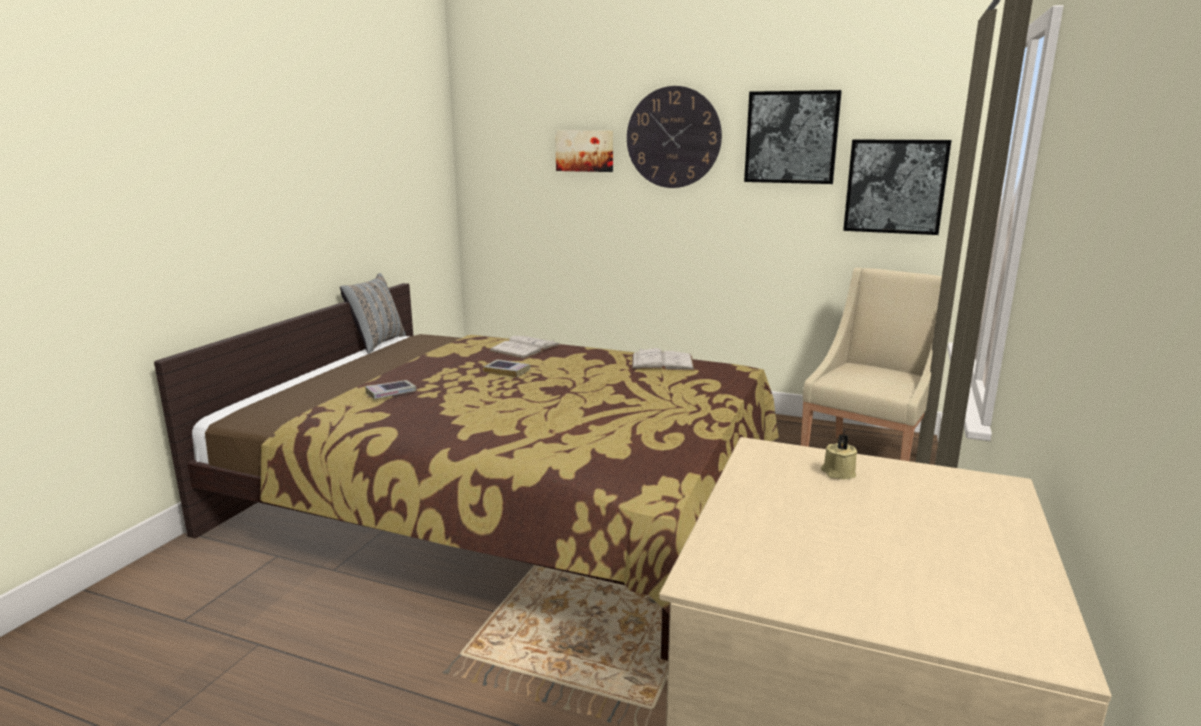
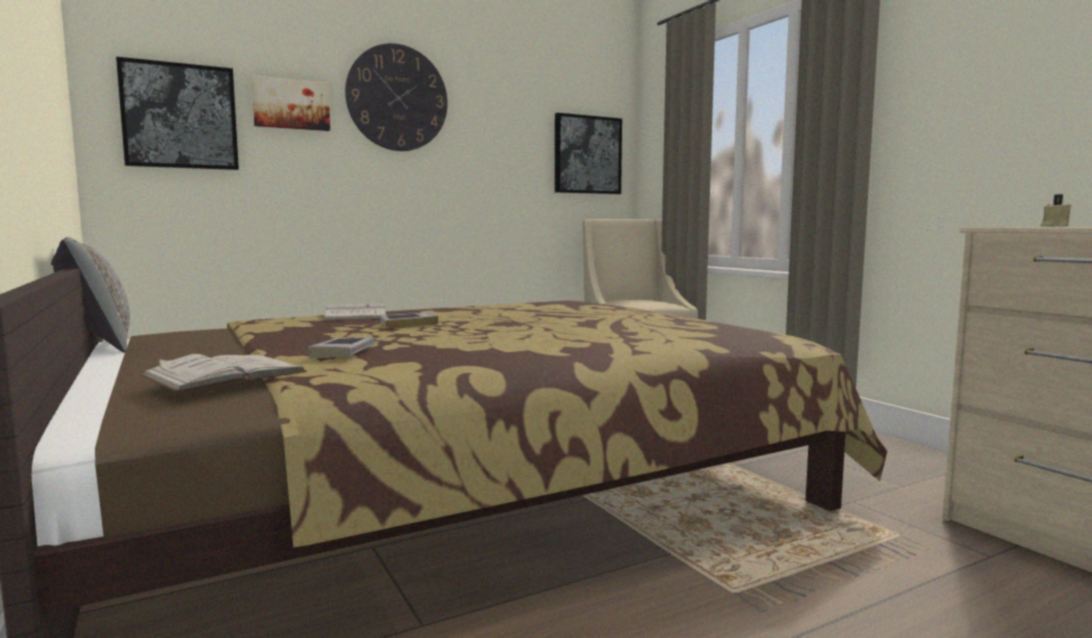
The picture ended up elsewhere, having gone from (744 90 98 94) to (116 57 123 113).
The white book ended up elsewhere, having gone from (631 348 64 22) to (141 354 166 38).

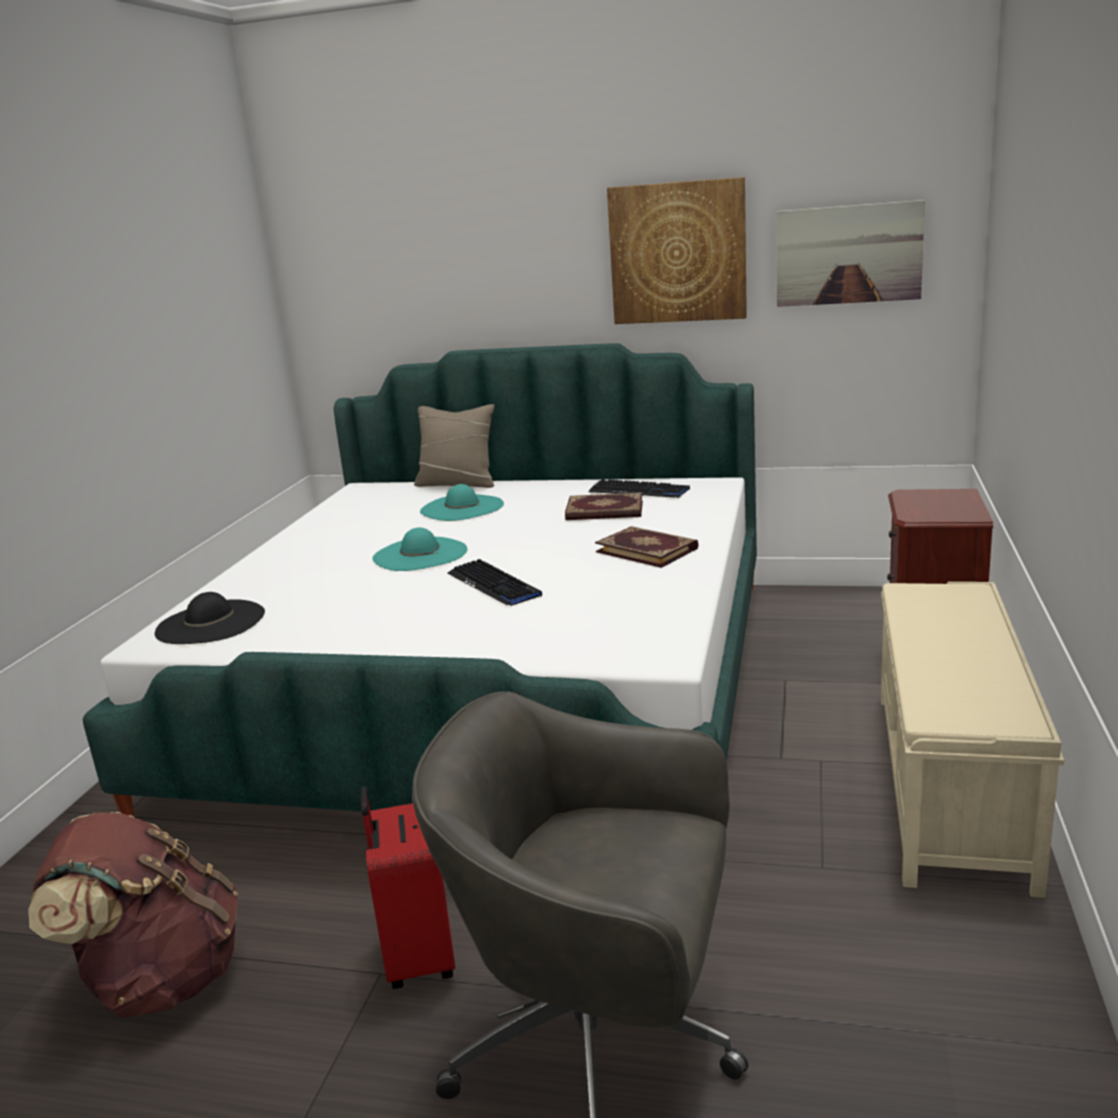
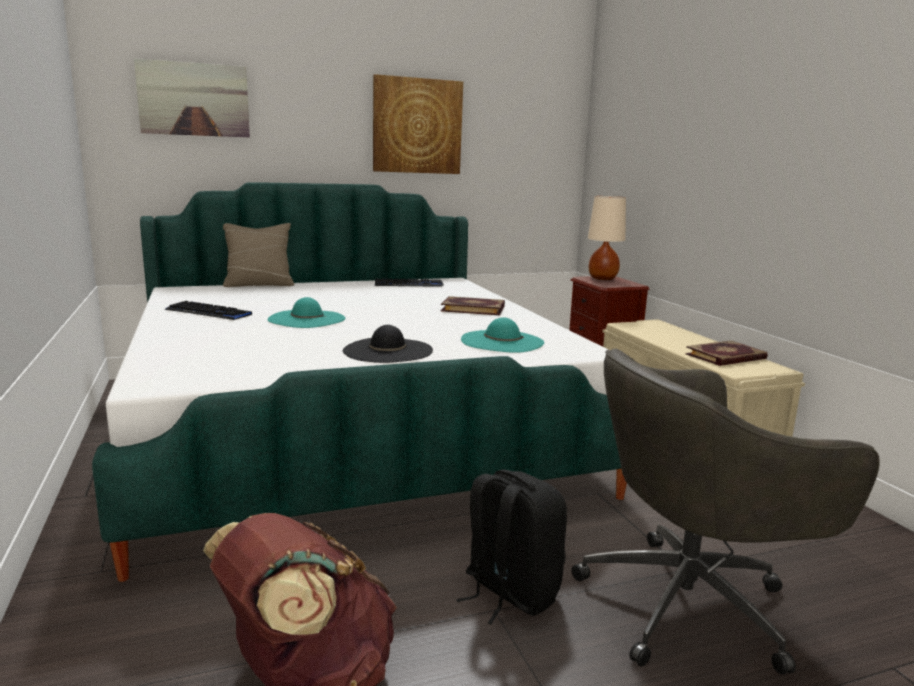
The picture ended up elsewhere, having gone from (776 200 149 107) to (134 58 116 79).
The keyboard ended up elsewhere, having gone from (447 559 95 47) to (164 301 88 19).
The black hat ended up elsewhere, having gone from (155 592 110 52) to (343 325 90 38).
Where the red suitcase stood at (361 786 94 203), the black backpack came to stand at (456 469 111 155).
The turquoise hat ended up elsewhere, having gone from (420 484 84 37) to (461 318 83 35).
The second view gained the beige table lamp at (588 196 38 84).
The book ended up elsewhere, having gone from (565 492 78 28) to (685 340 83 26).

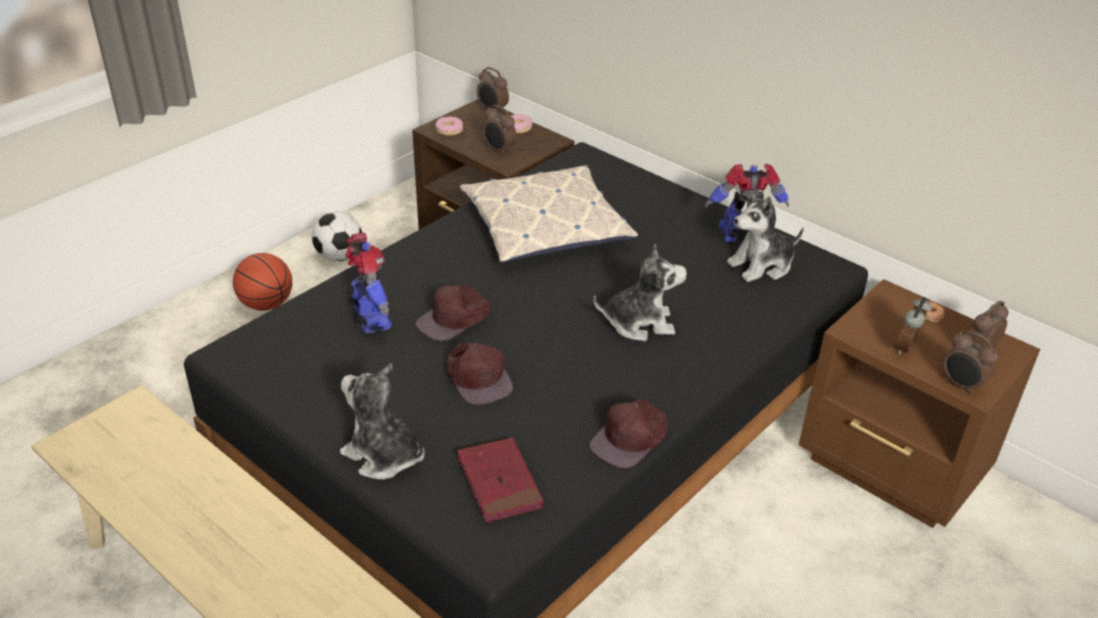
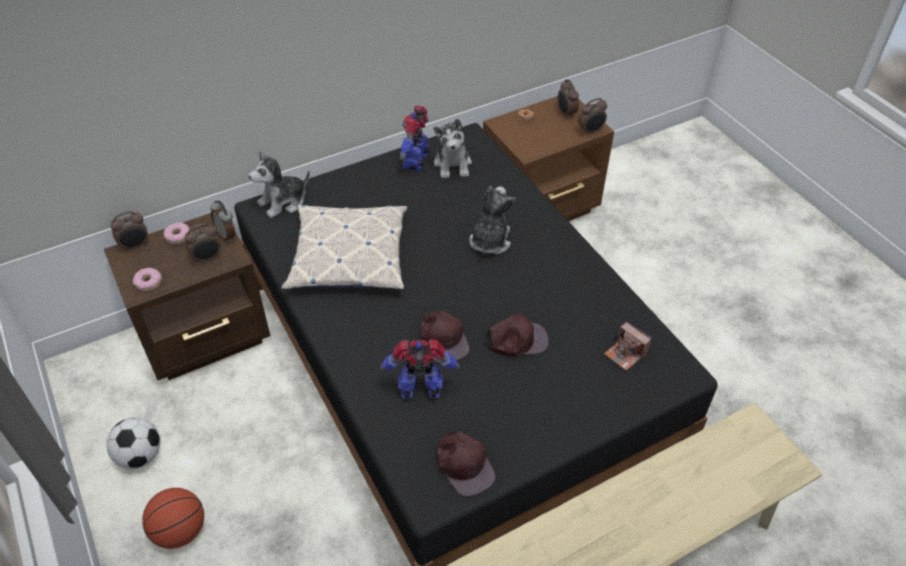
The alarm clock ended up elsewhere, having gone from (895 297 37 58) to (210 200 25 42).
The plush toy ended up elsewhere, having gone from (340 363 85 116) to (249 151 61 67).
The brown cap ended up elsewhere, having gone from (589 398 79 70) to (437 431 59 66).
Where the red book stood at (457 438 87 85), the photo camera came to stand at (604 322 48 49).

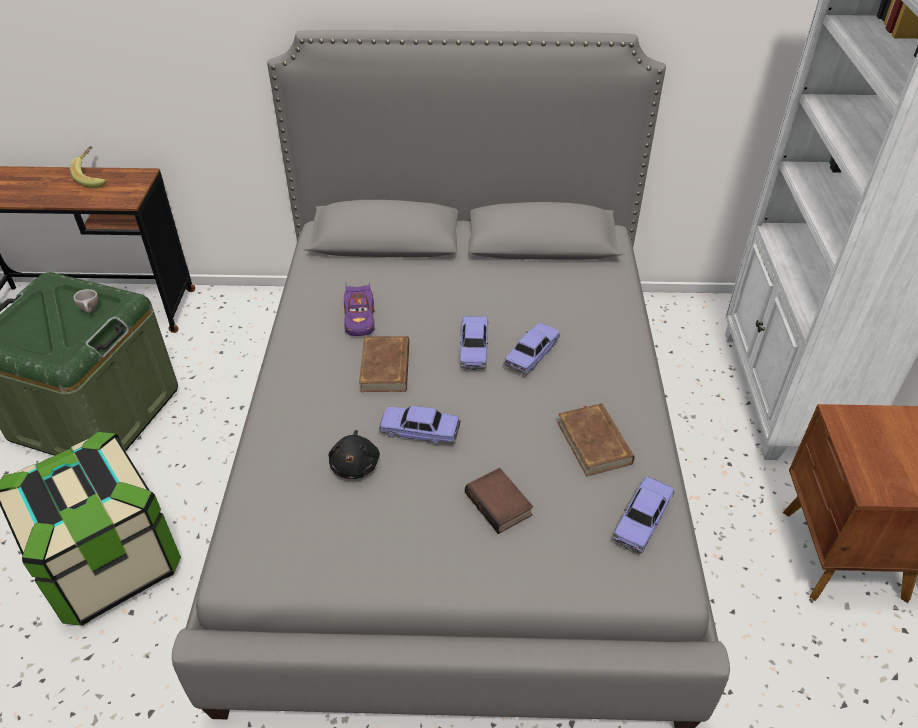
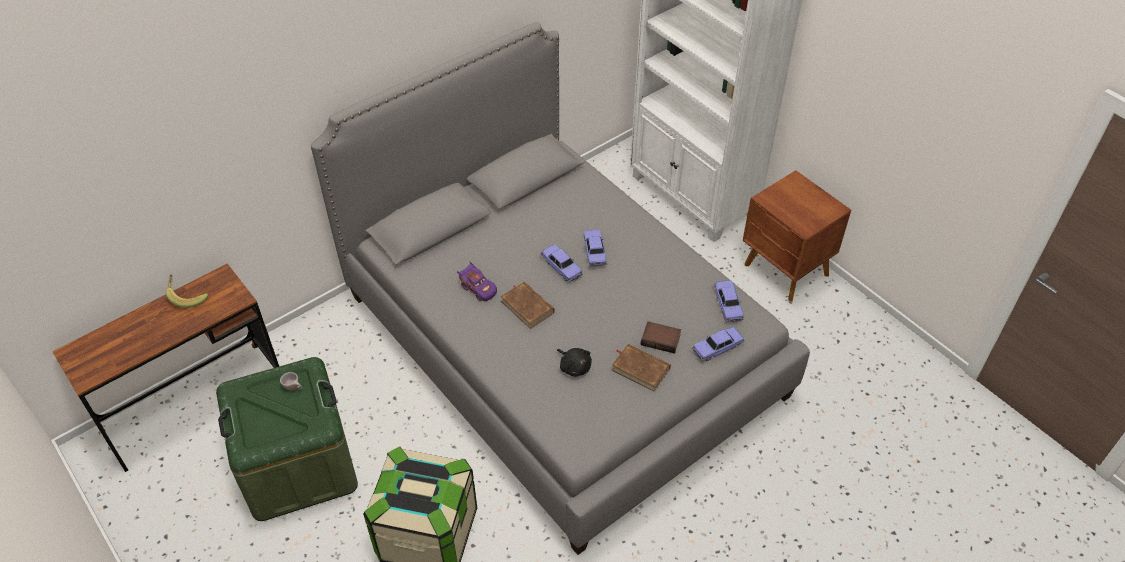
The brown book ended up elsewhere, having gone from (557 403 78 74) to (612 344 59 48).
The toy car ended up elsewhere, having gone from (379 406 82 39) to (692 327 53 34).

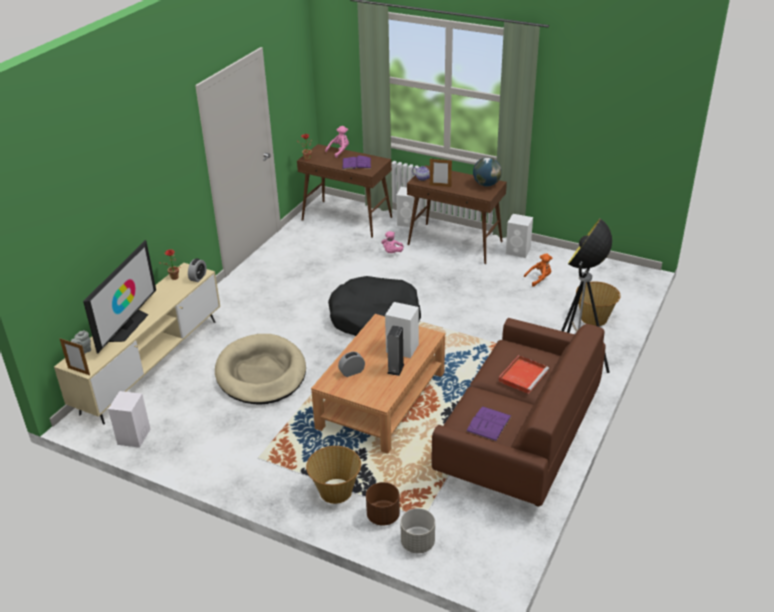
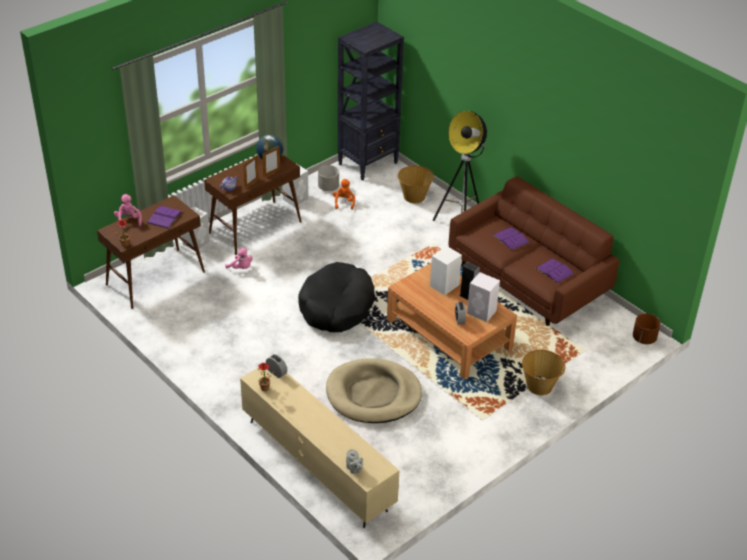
The picture frame ended up elsewhere, having gone from (59 338 31 37) to (262 146 18 31).
The grey planter ended up elsewhere, having gone from (400 508 35 45) to (318 165 21 26).
The second view gained the black bookcase at (338 22 66 159).
The white speaker ended up elsewhere, having gone from (108 391 42 57) to (467 272 33 50).
Where the red tray stood at (498 355 51 39), the purple book came to stand at (493 227 37 24).
The brown planter ended up elsewhere, having gone from (366 482 34 44) to (633 314 28 30).
The second view lost the television at (83 240 73 114).

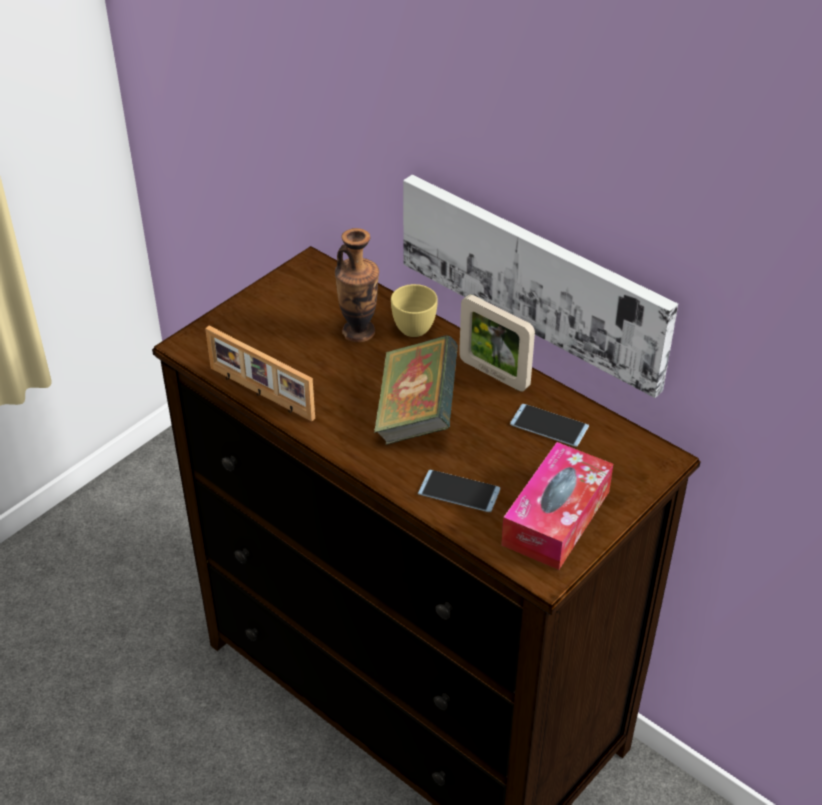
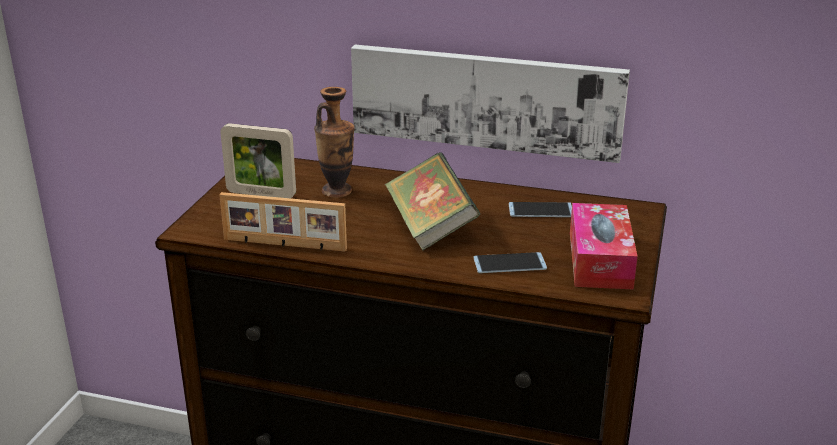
The picture frame ended up elsewhere, having gone from (459 294 76 98) to (220 123 76 75).
The second view lost the yellow cup at (391 284 47 53).

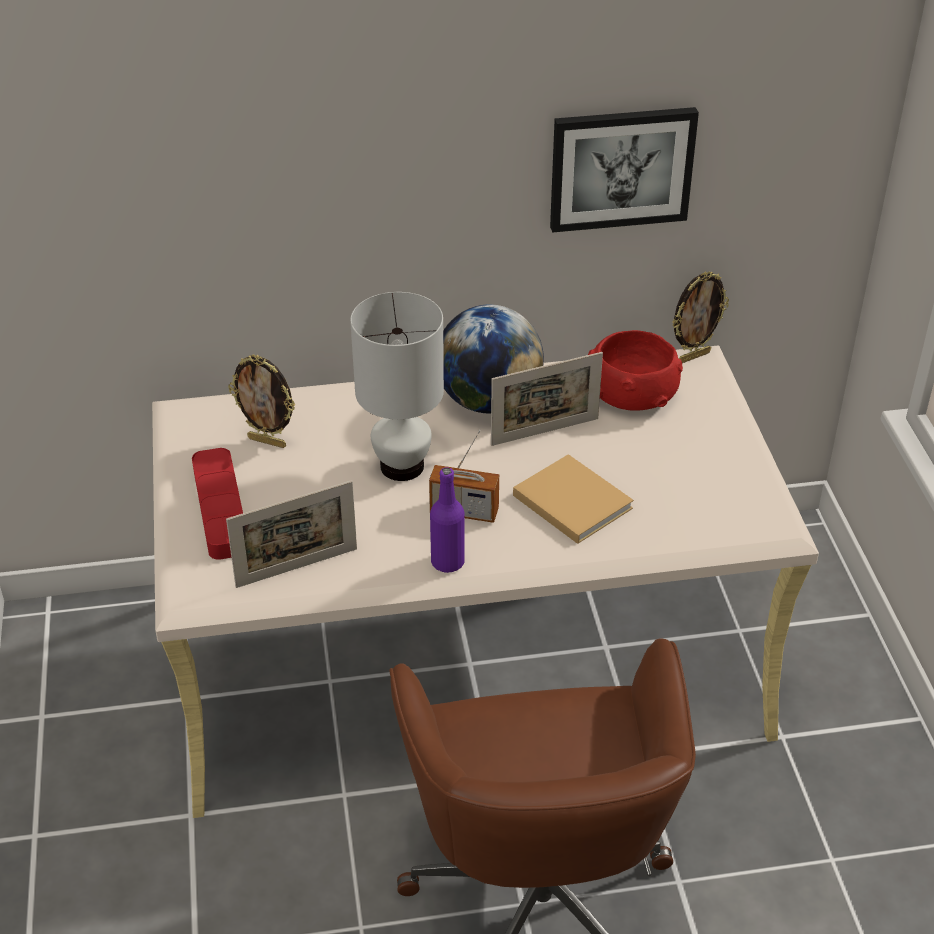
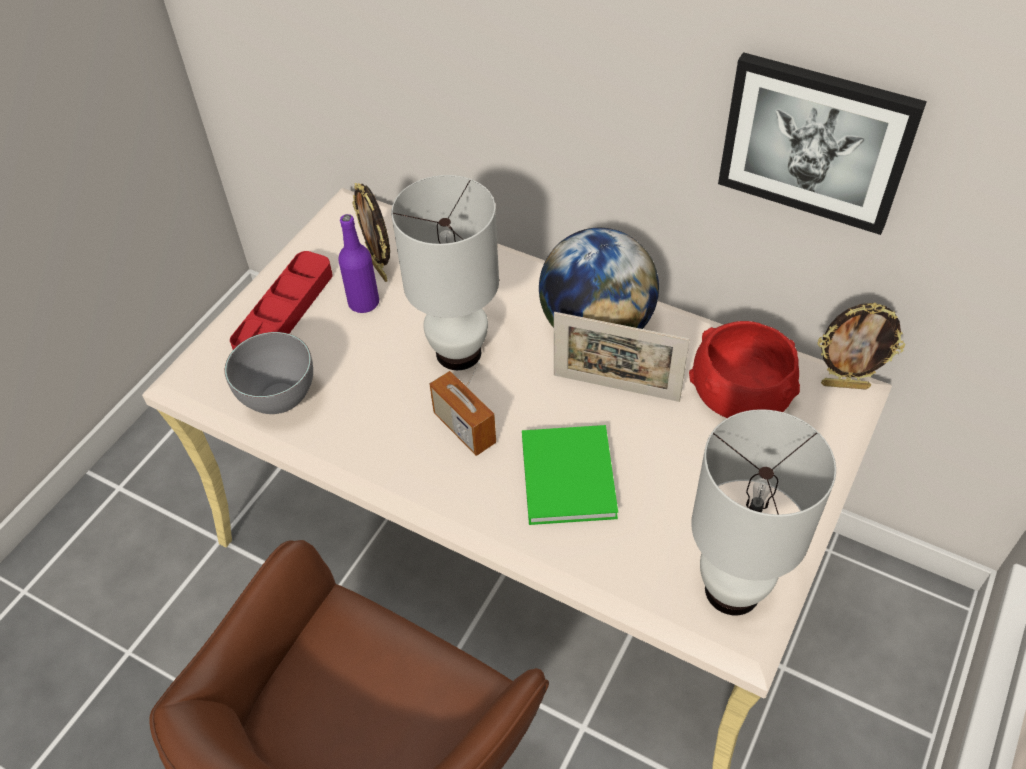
Where the picture frame stood at (226 480 131 108), the grey bowl came to stand at (225 332 88 82).
The purple bottle ended up elsewhere, having gone from (430 467 35 106) to (338 214 41 99).
What was the beige book at (513 454 121 90) turned into the green book at (522 425 96 100).
The second view gained the white table lamp at (691 409 145 206).

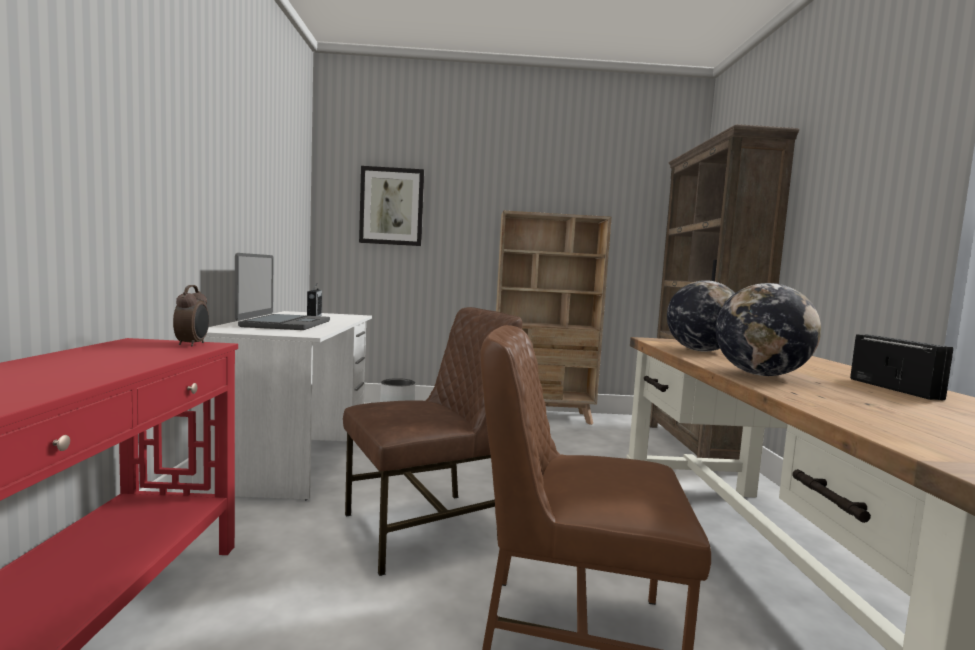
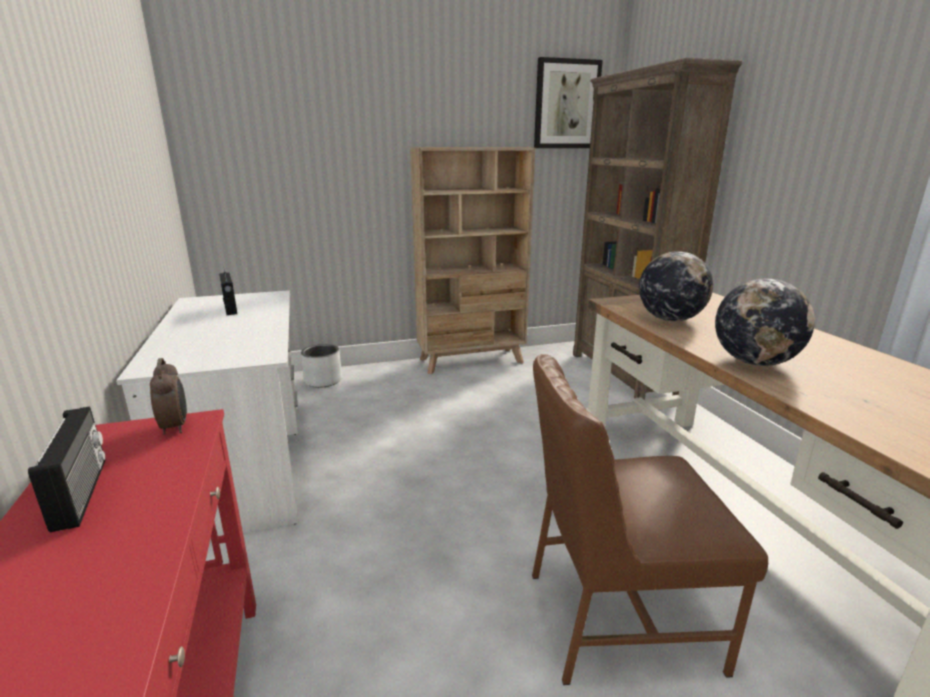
The radio ended up elsewhere, having gone from (850 334 103 66) to (28 407 77 126).
The picture ended up elsewhere, having gone from (359 166 65 80) to (534 57 69 91).
The second view lost the laptop at (235 253 95 77).
The second view lost the brown chair at (343 307 179 269).

